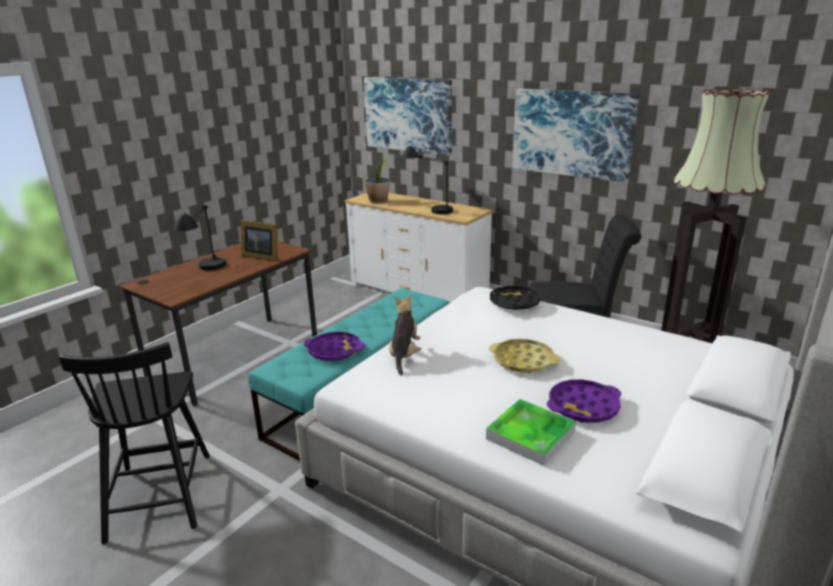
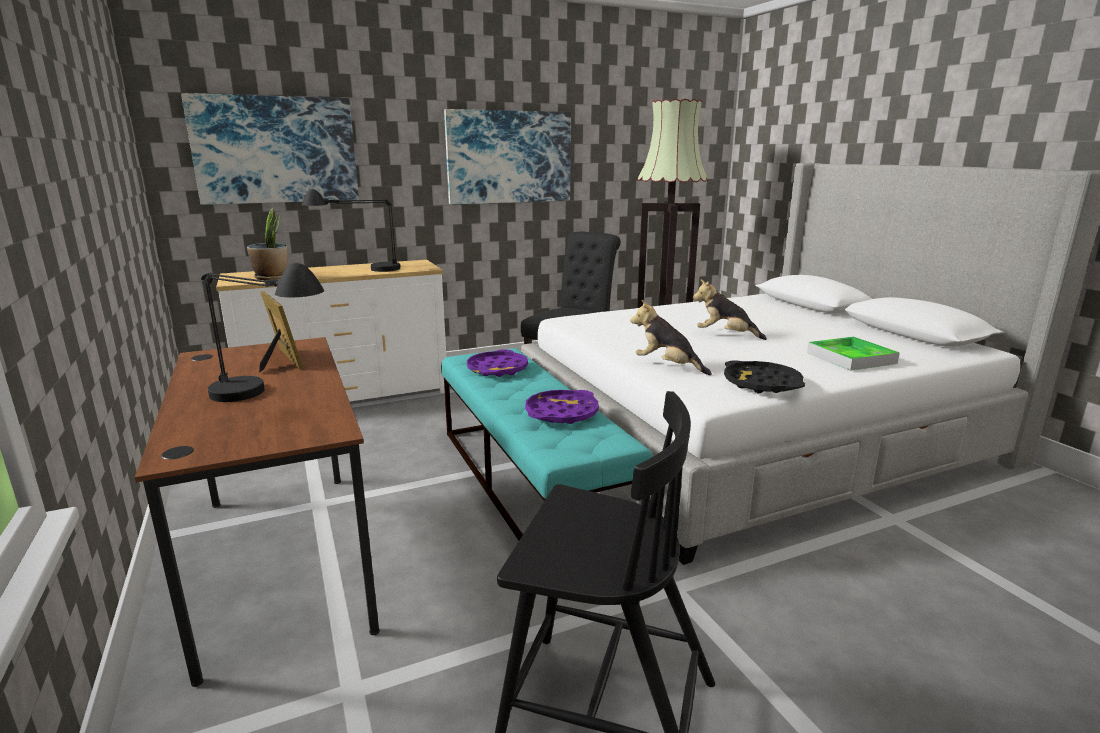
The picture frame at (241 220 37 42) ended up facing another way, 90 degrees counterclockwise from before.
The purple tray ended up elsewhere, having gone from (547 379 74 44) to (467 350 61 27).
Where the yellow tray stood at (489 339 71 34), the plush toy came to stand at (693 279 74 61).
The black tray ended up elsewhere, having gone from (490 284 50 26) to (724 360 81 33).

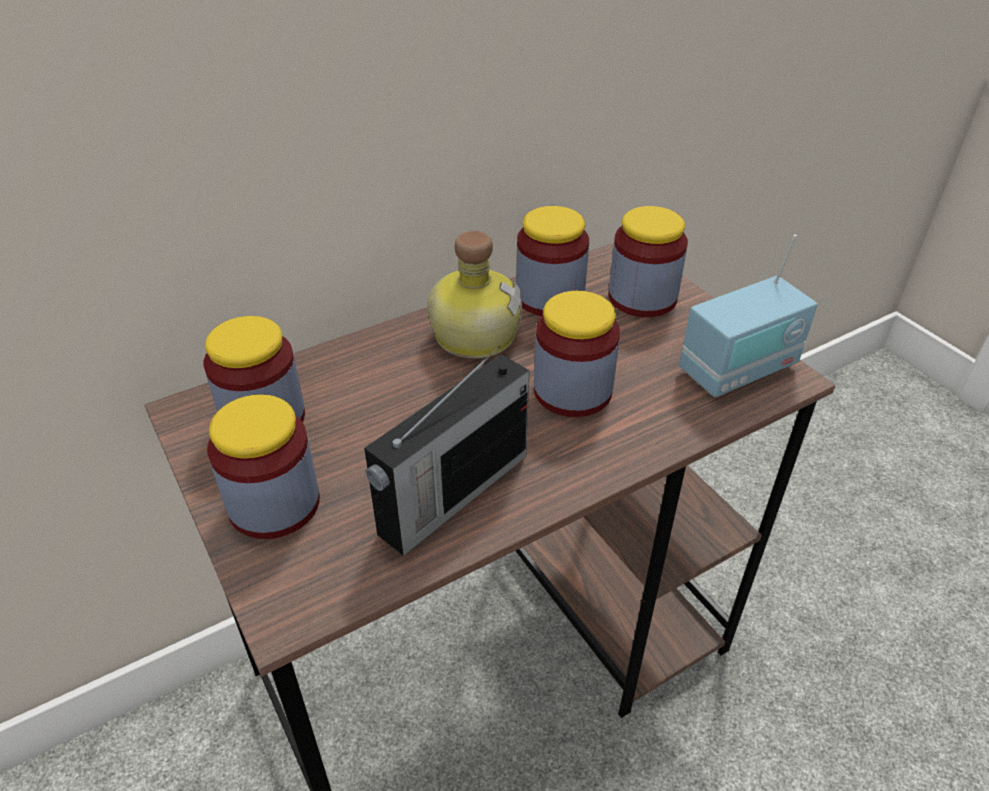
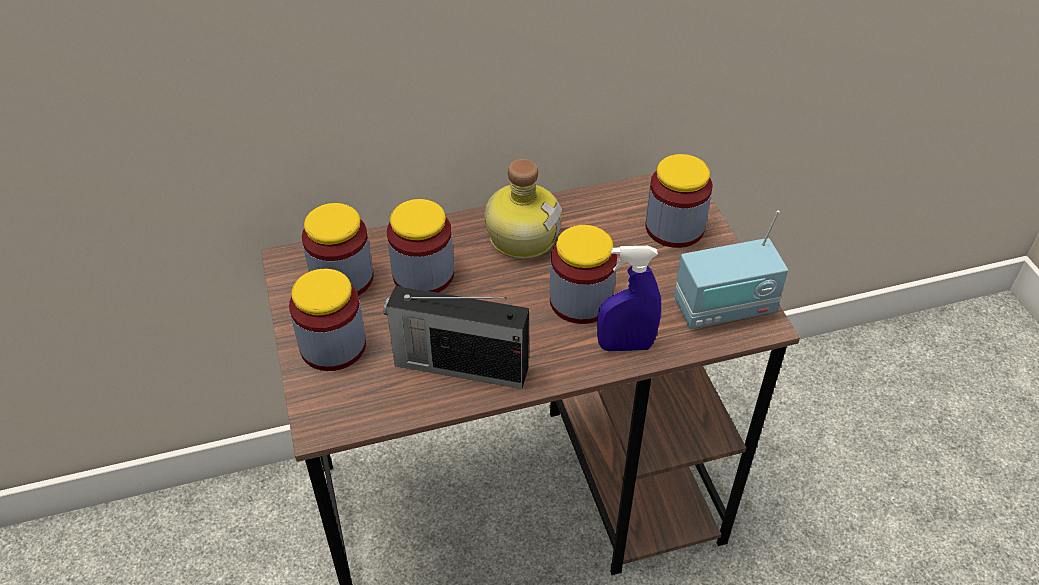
The radio at (364 346 166 210) ended up facing another way, 45 degrees clockwise from before.
The jar ended up elsewhere, having gone from (516 206 73 110) to (387 199 67 94).
The second view gained the blue spray bottle at (597 246 64 106).

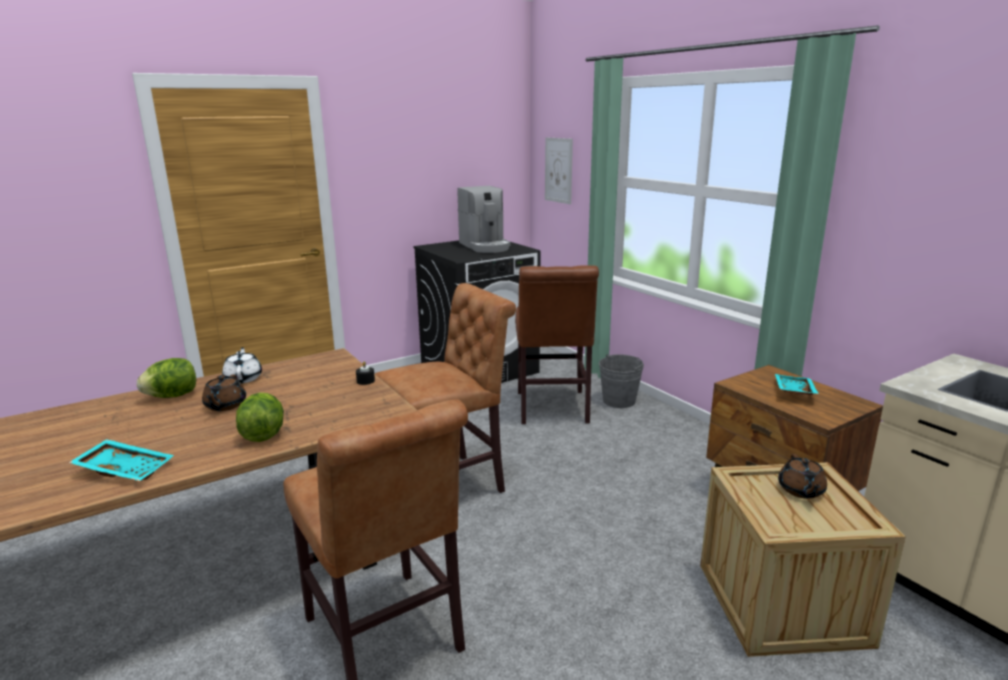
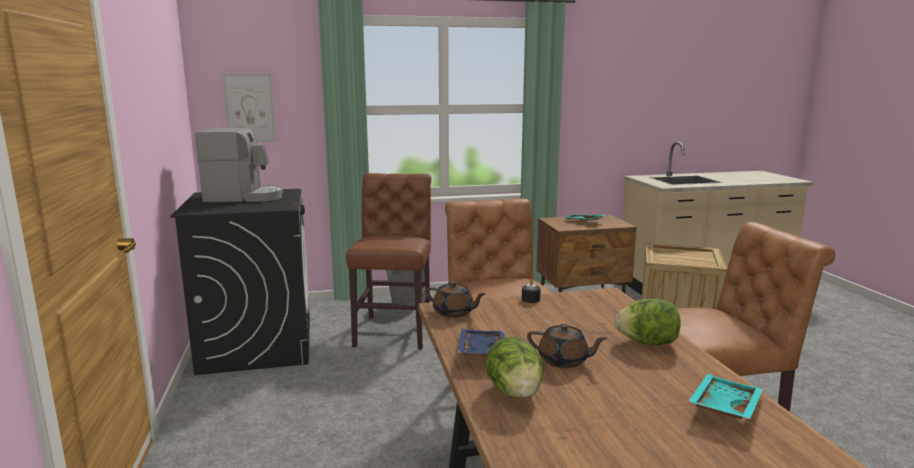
The brown chair at (515 265 84 160) ended up facing another way, 105 degrees counterclockwise from before.
The brown teapot ended up elsewhere, having gone from (778 454 49 45) to (426 281 59 37).
Where the white teapot stood at (222 347 40 36), the blue tray came to stand at (457 329 48 28).

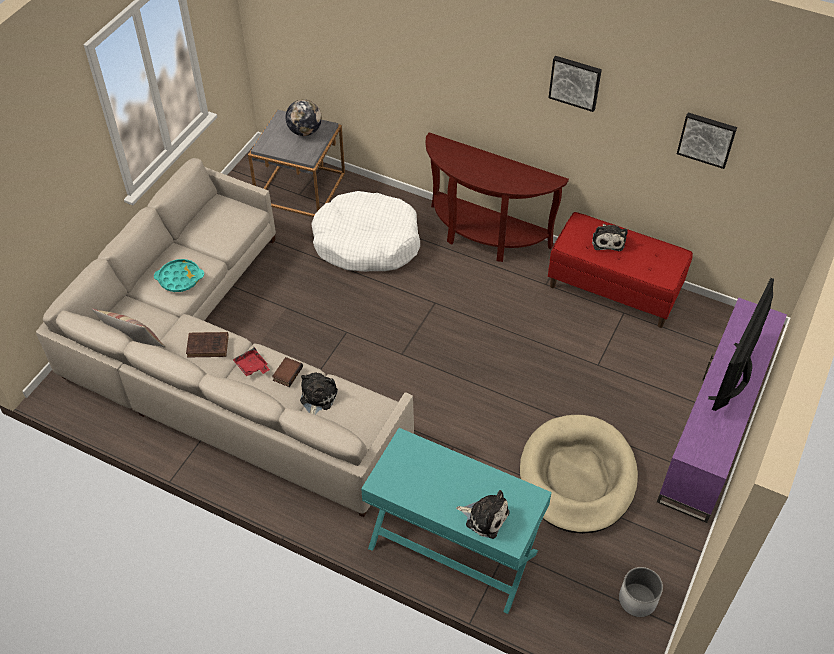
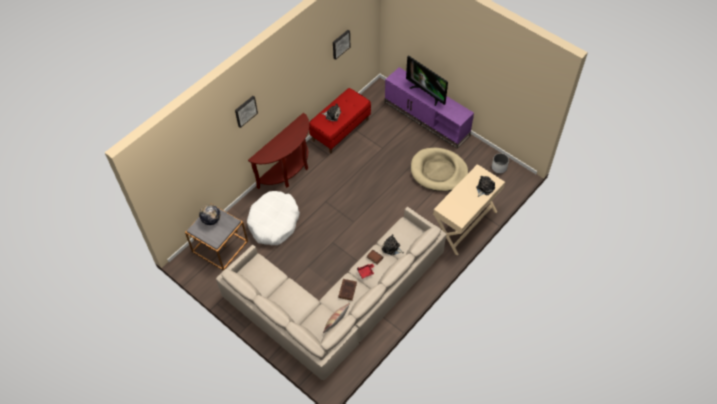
The picture ended up elsewhere, having gone from (549 56 53 56) to (235 96 23 32).
What was the turquoise console table at (361 428 191 186) turned into the beige console table at (433 164 72 92).
The second view lost the turquoise tray at (154 259 50 33).

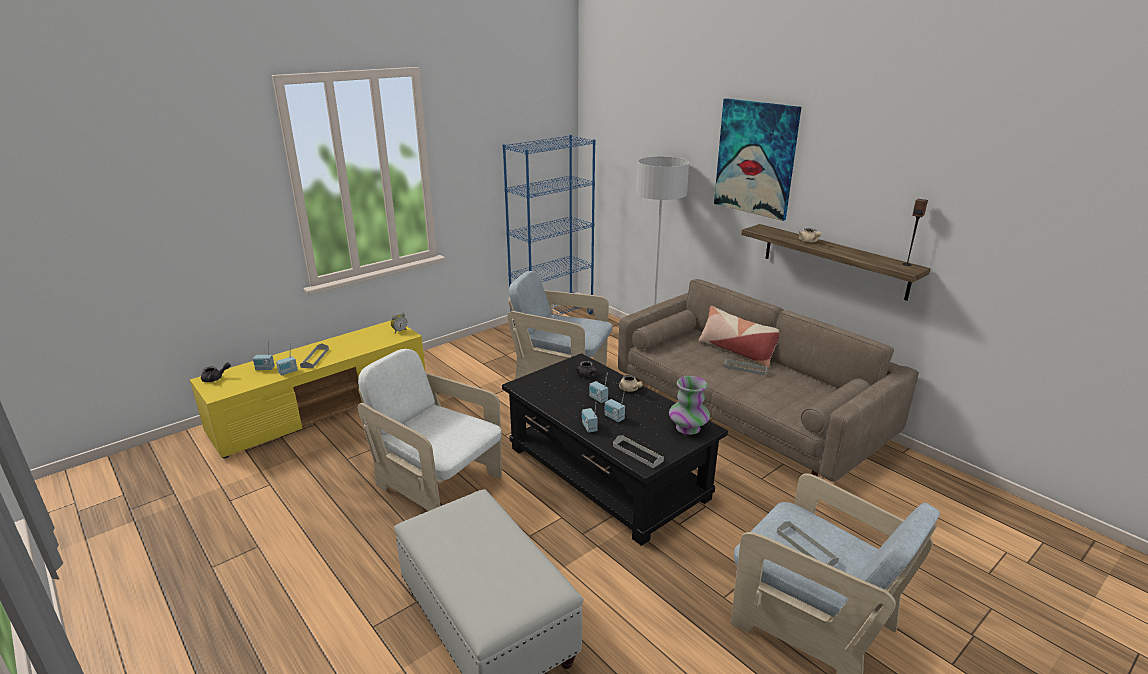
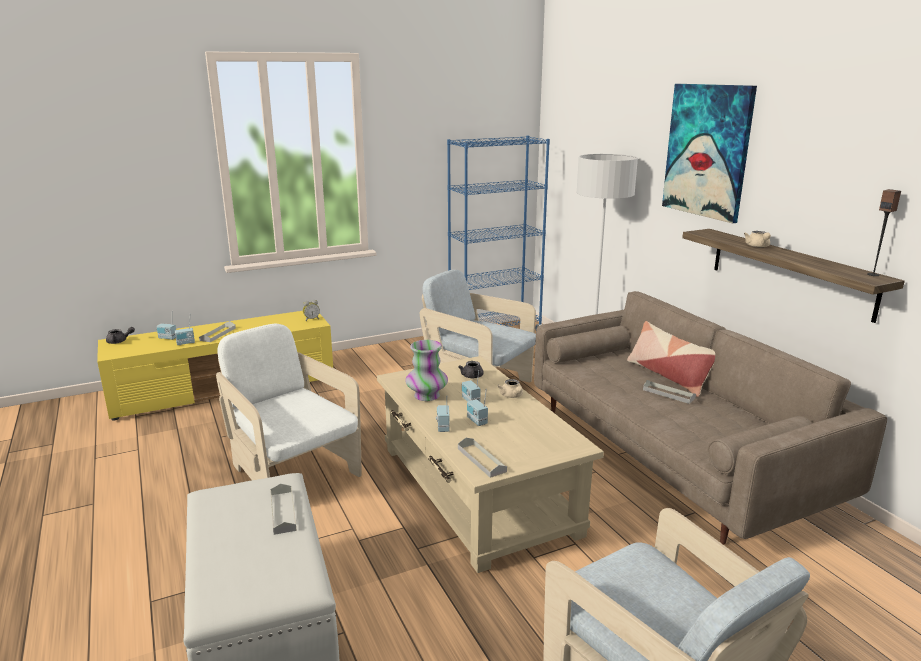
The grey tray ended up elsewhere, having gone from (777 521 62 45) to (270 483 27 52).
What was the black coffee table at (502 353 226 193) turned into the beige coffee table at (377 356 227 217).
The vase ended up elsewhere, having gone from (669 376 41 59) to (405 340 43 61).

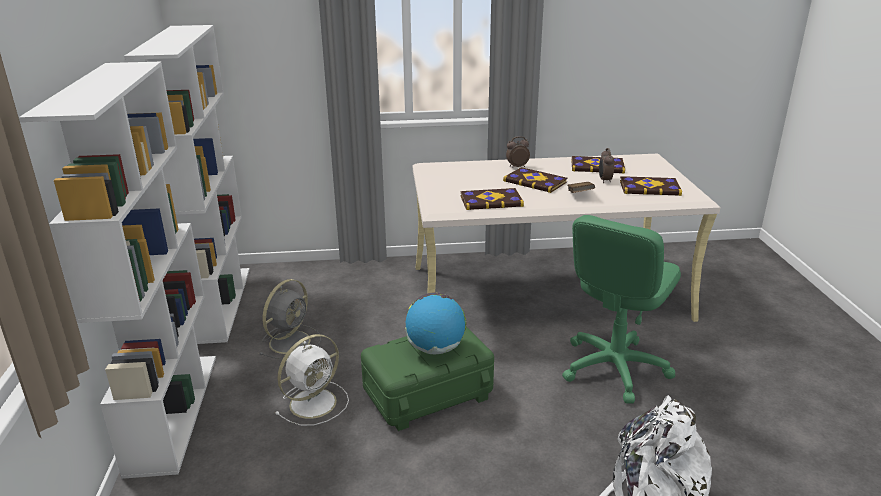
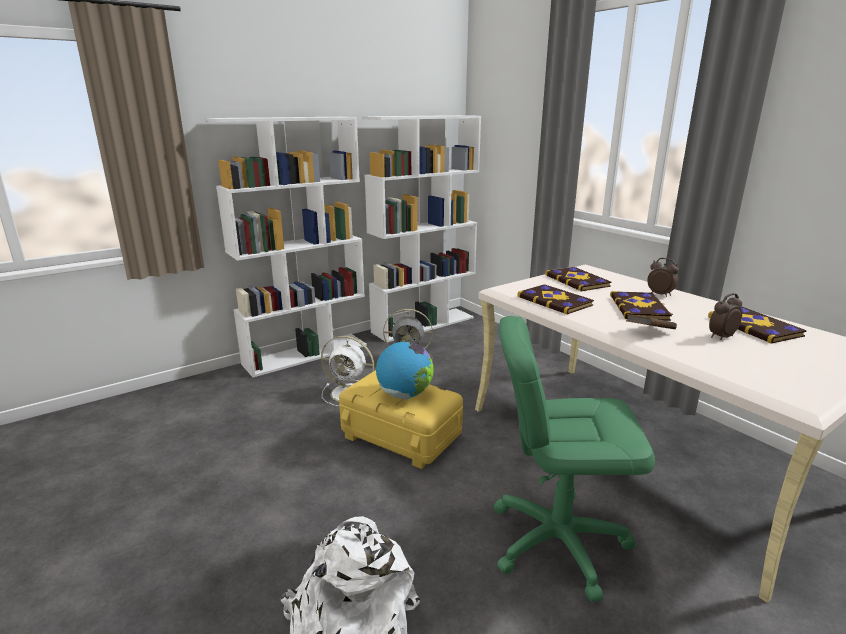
What was the green storage box at (361 327 133 104) turned into the yellow storage box at (339 370 124 99).
The book ended up elsewhere, having gone from (620 176 62 20) to (545 267 66 25).

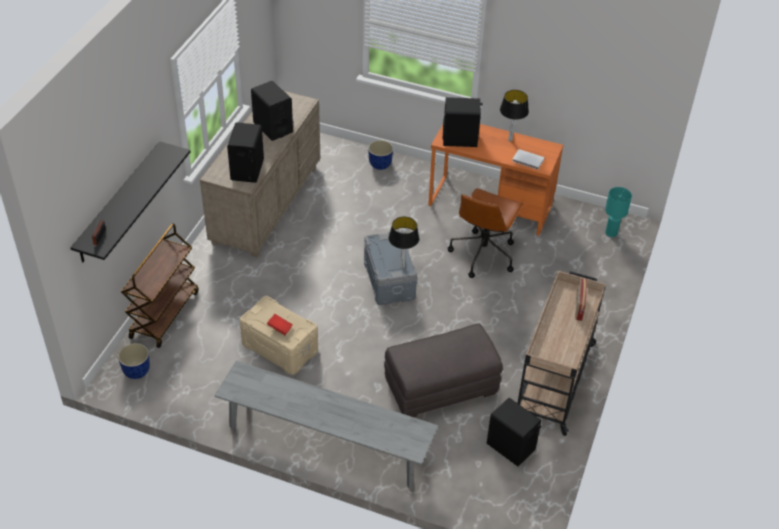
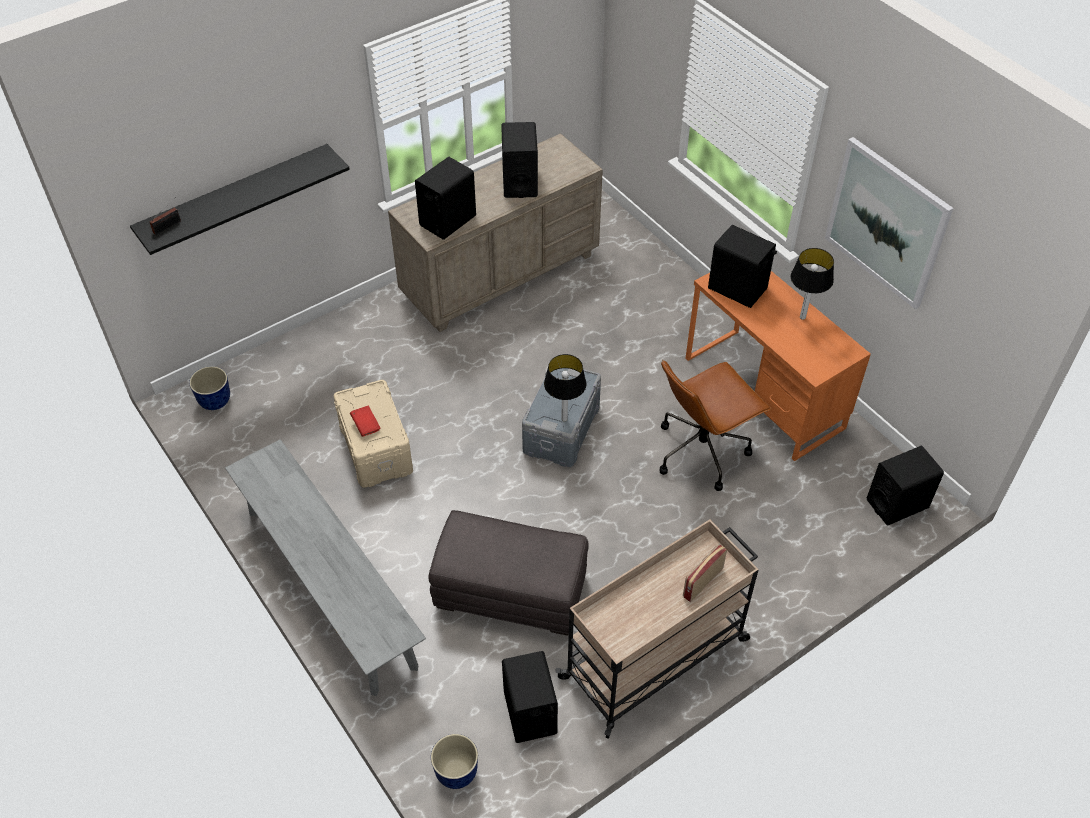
The planter ended up elsewhere, having gone from (368 140 25 30) to (431 734 47 55).
The second view gained the picture at (825 137 128 172).
Where the turquoise table lamp stood at (605 187 27 50), the black speaker came to stand at (867 446 77 80).
The second view lost the brown cart at (121 224 78 124).
The second view lost the white book at (512 149 33 21).

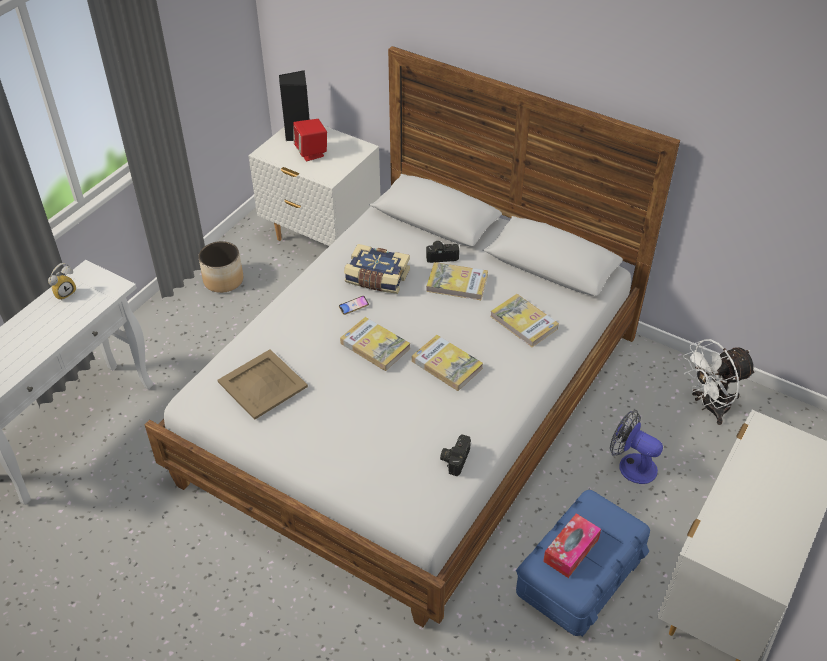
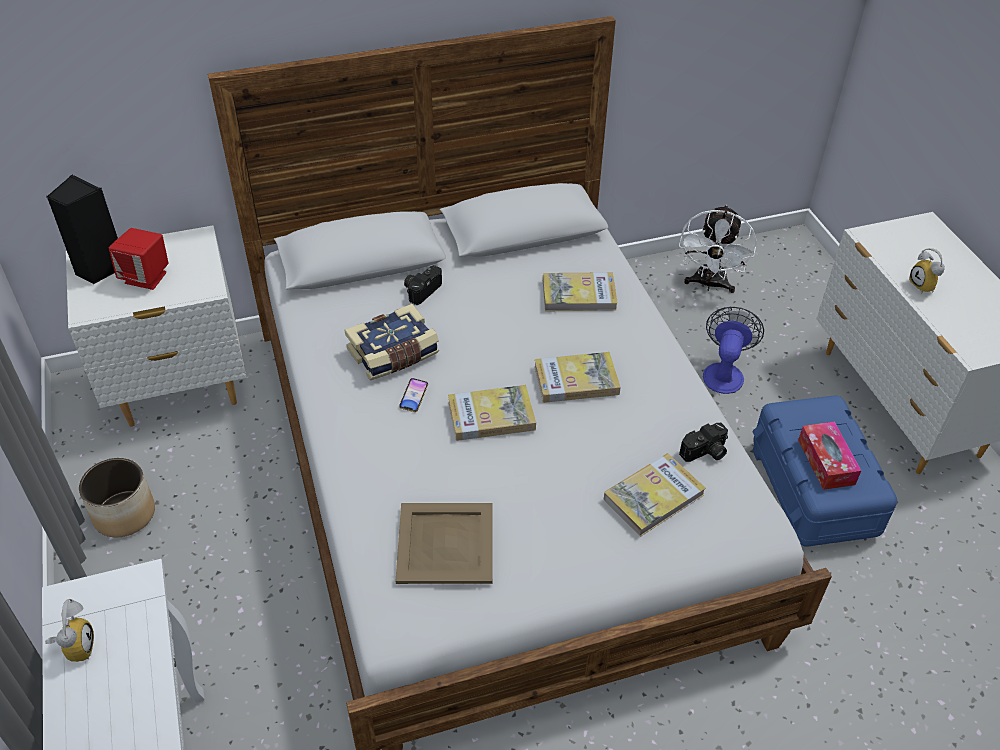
The book ended up elsewhere, having gone from (426 262 62 38) to (604 453 102 84).
The photo camera at (440 434 31 42) ended up facing another way, 90 degrees counterclockwise from before.
The fan at (610 410 53 74) ended up facing another way, 120 degrees clockwise from before.
The second view gained the alarm clock at (909 248 36 45).

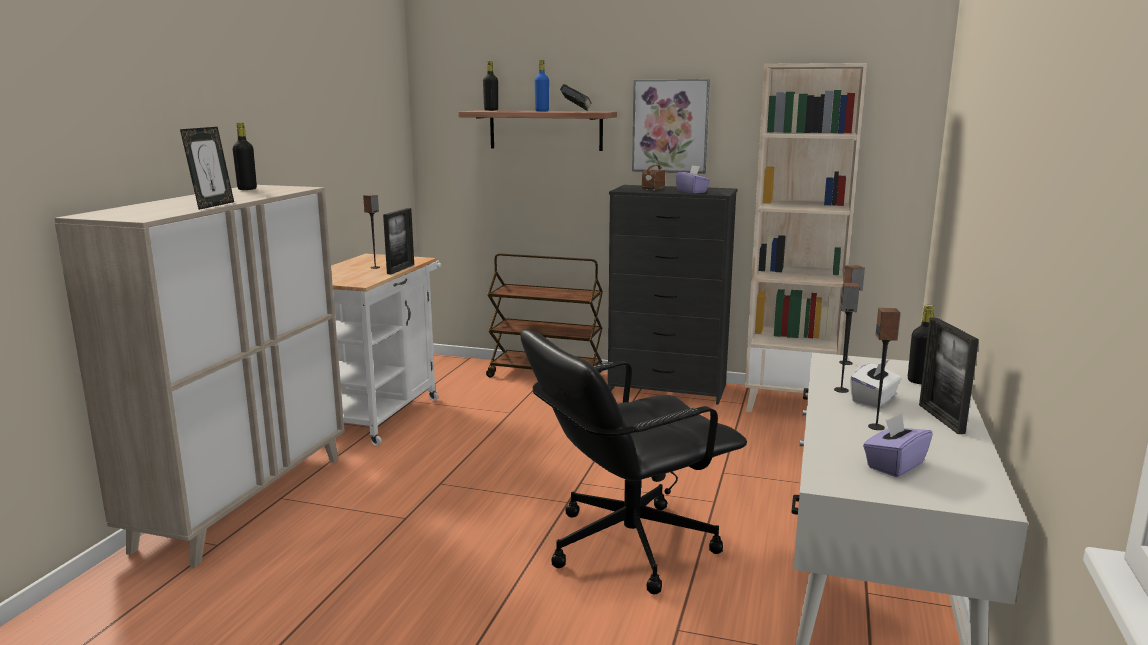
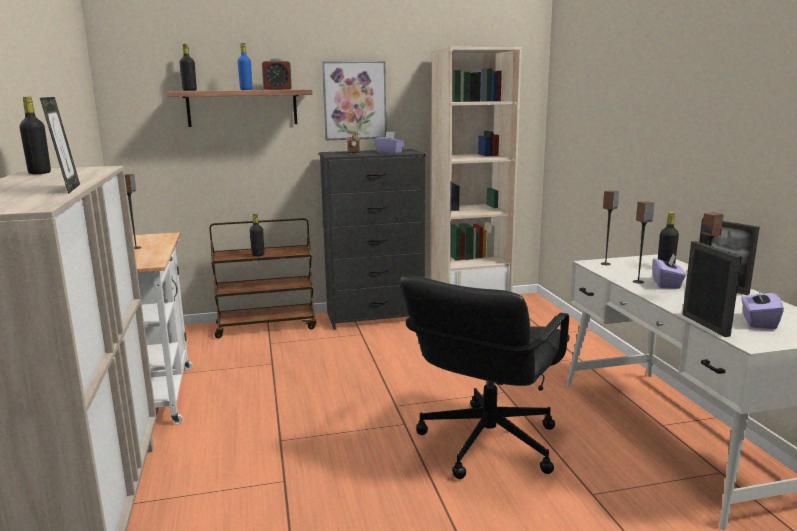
The second view gained the black bottle at (249 213 15 44).
Where the book stood at (560 84 32 27), the alarm clock came to stand at (262 58 30 32).
What was the white tissue box at (850 360 52 48) turned into the purple tissue box at (652 254 34 35).
The picture frame ended up elsewhere, having gone from (383 208 31 66) to (682 241 60 96).

